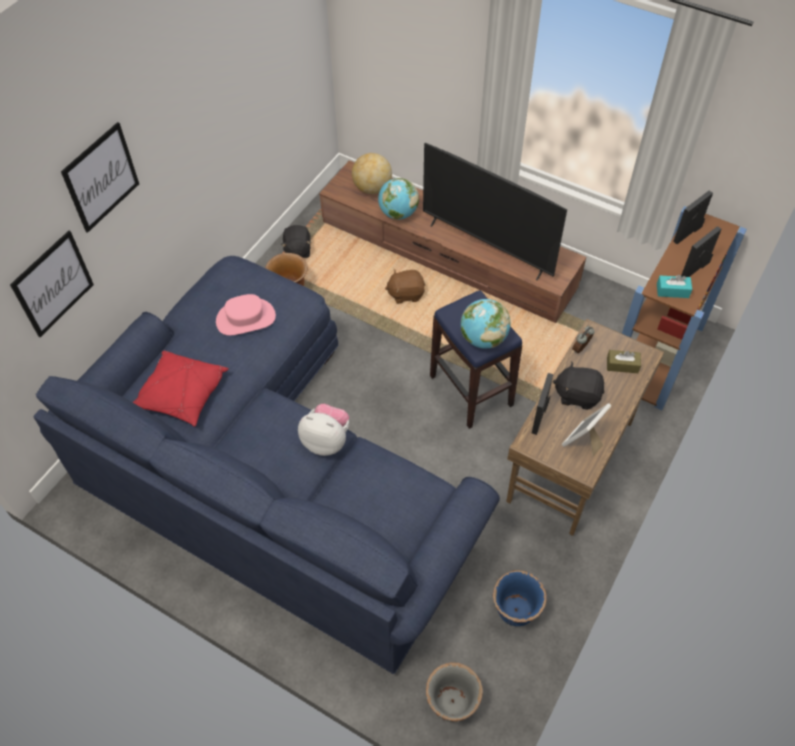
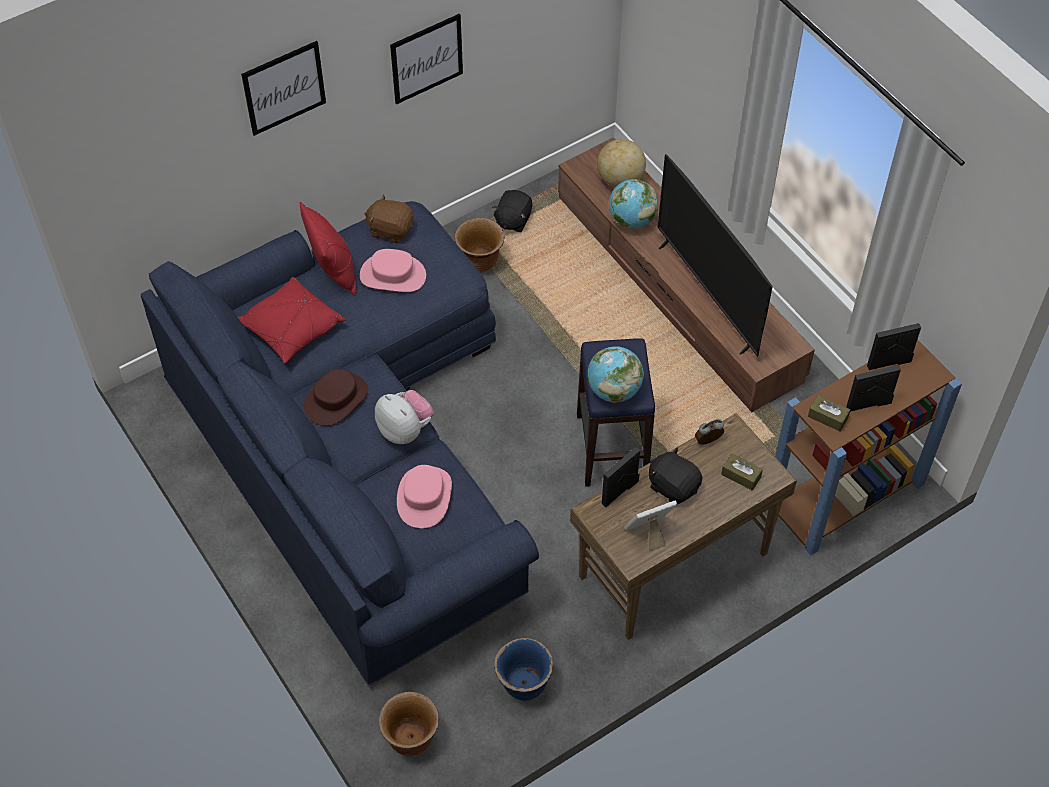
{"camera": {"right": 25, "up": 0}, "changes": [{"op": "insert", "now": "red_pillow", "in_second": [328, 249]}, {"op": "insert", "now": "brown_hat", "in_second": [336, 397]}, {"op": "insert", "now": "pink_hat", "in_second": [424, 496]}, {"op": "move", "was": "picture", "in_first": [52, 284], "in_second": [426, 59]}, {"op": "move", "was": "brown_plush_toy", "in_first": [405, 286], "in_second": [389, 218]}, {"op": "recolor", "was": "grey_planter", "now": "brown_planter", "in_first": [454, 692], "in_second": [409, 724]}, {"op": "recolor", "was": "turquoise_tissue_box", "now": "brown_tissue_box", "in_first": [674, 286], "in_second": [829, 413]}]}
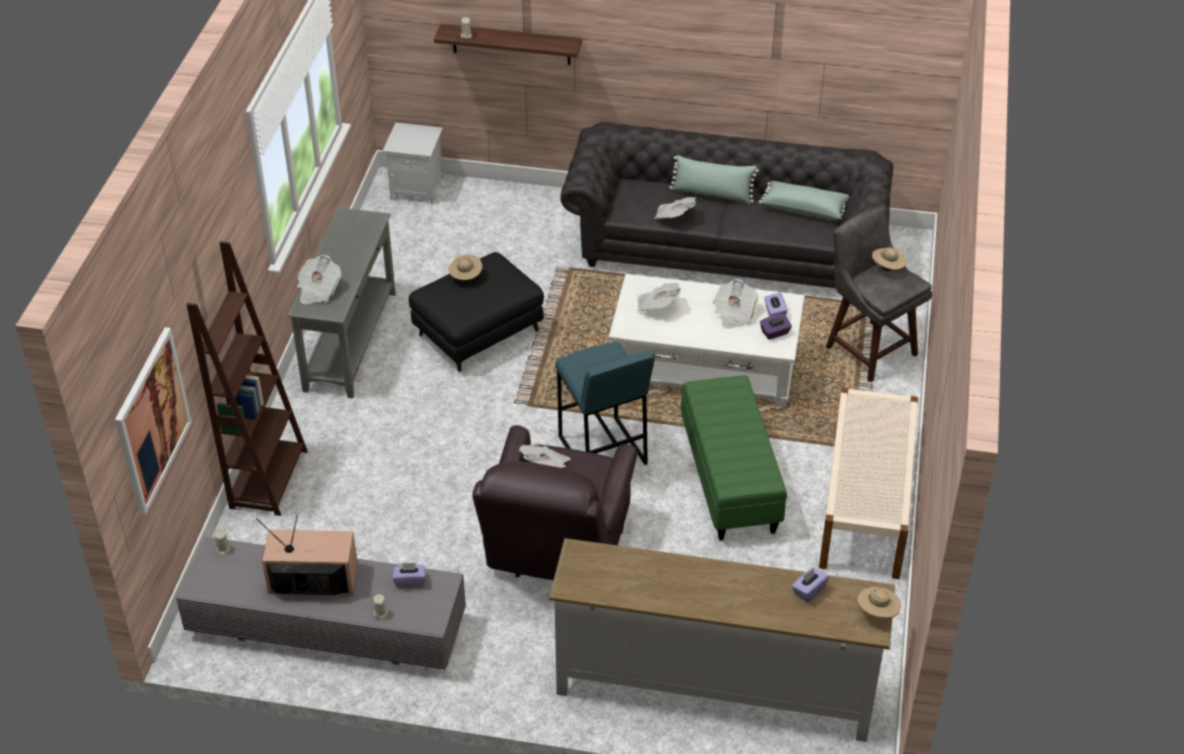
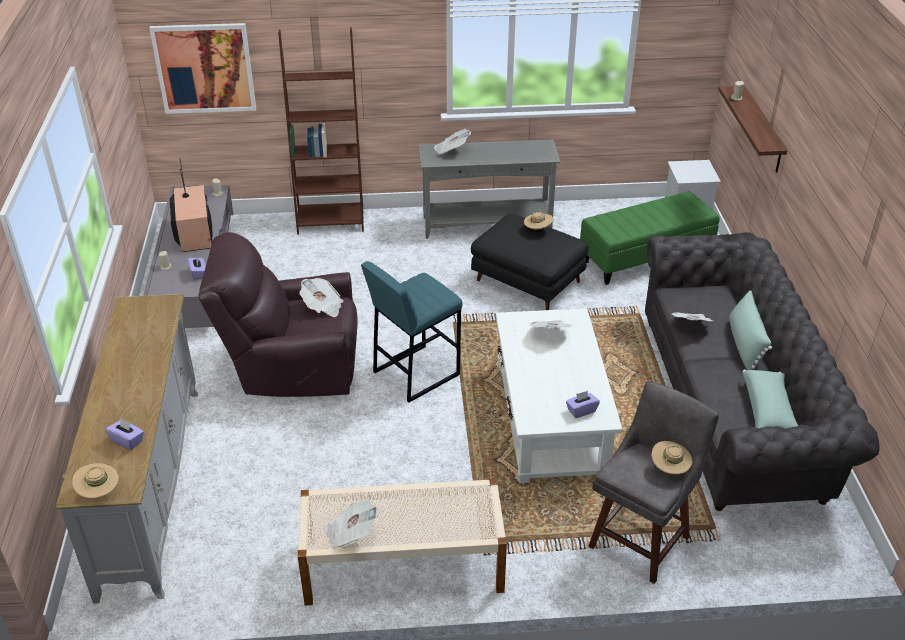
{"camera": {"right": 75, "up": -5}, "changes": [{"op": "delete", "was": "purple_tissue_box", "in_first": [776, 327]}, {"op": "move", "was": "green_ottoman", "in_first": [734, 458], "in_second": [650, 238]}, {"op": "move", "was": "newspaper", "in_first": [735, 304], "in_second": [351, 524]}]}
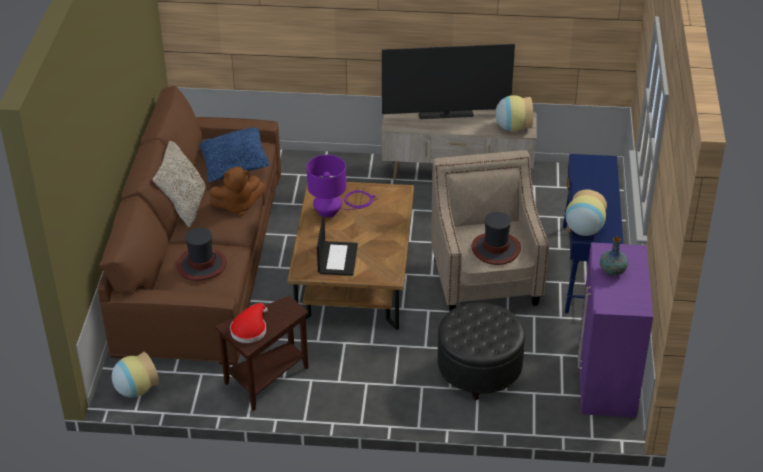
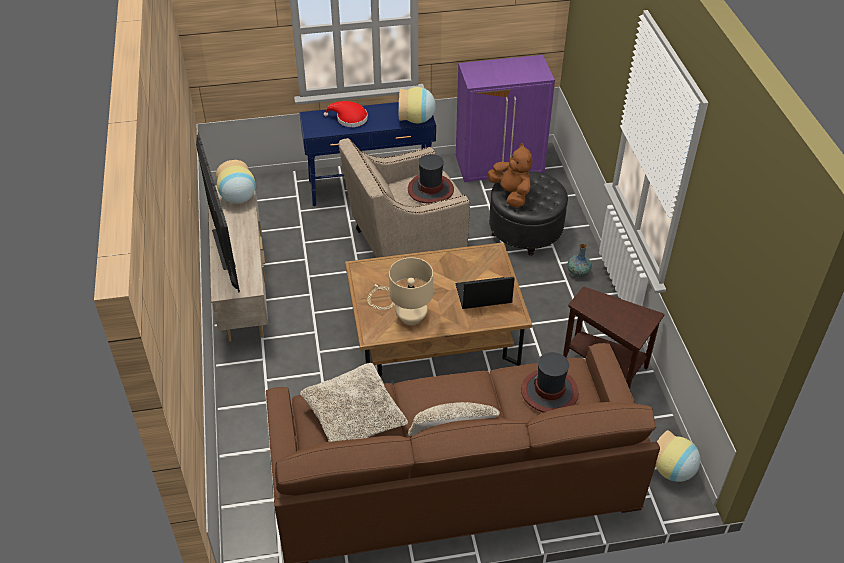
{"camera": {"right": -105, "up": 5}, "changes": [{"op": "move", "was": "brown_plush_toy", "in_first": [237, 191], "in_second": [510, 175]}, {"op": "move", "was": "red_hat", "in_first": [249, 323], "in_second": [346, 114]}, {"op": "move", "was": "vase", "in_first": [614, 256], "in_second": [579, 260]}, {"op": "recolor", "was": "blue_pillow", "now": "beige_pillow", "in_first": [235, 154], "in_second": [354, 402]}, {"op": "recolor", "was": "purple_table_lamp", "now": "beige_table_lamp", "in_first": [341, 186], "in_second": [400, 291]}]}
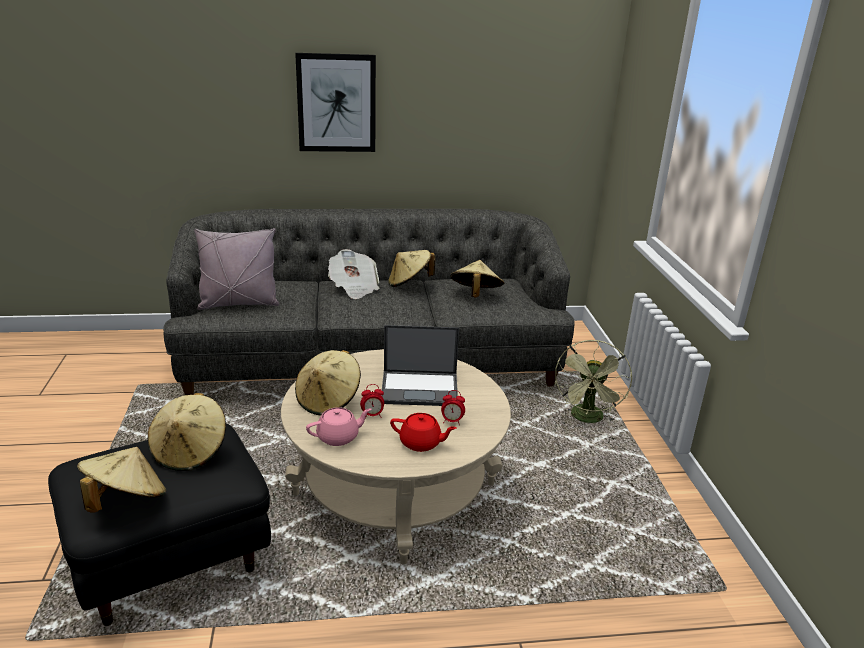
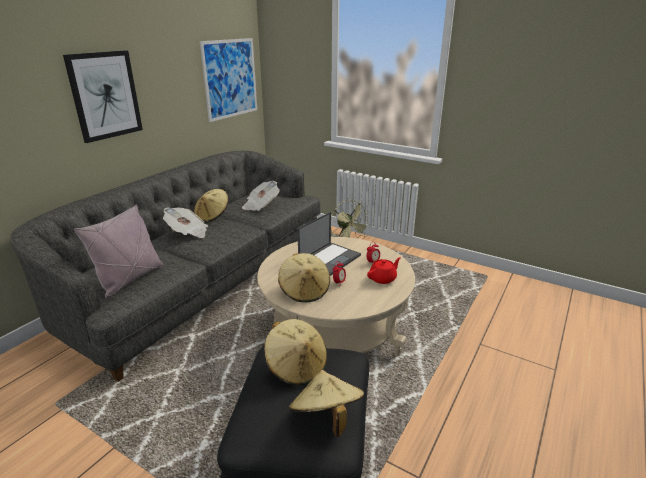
{"camera": {"right": -50, "up": 0}, "changes": [{"op": "delete", "was": "pink_teapot", "in_first": [339, 426]}, {"op": "insert", "now": "picture", "in_second": [228, 80]}, {"op": "replace", "was": "beige_hat", "now": "newspaper", "in_first": [477, 279], "in_second": [261, 196]}]}
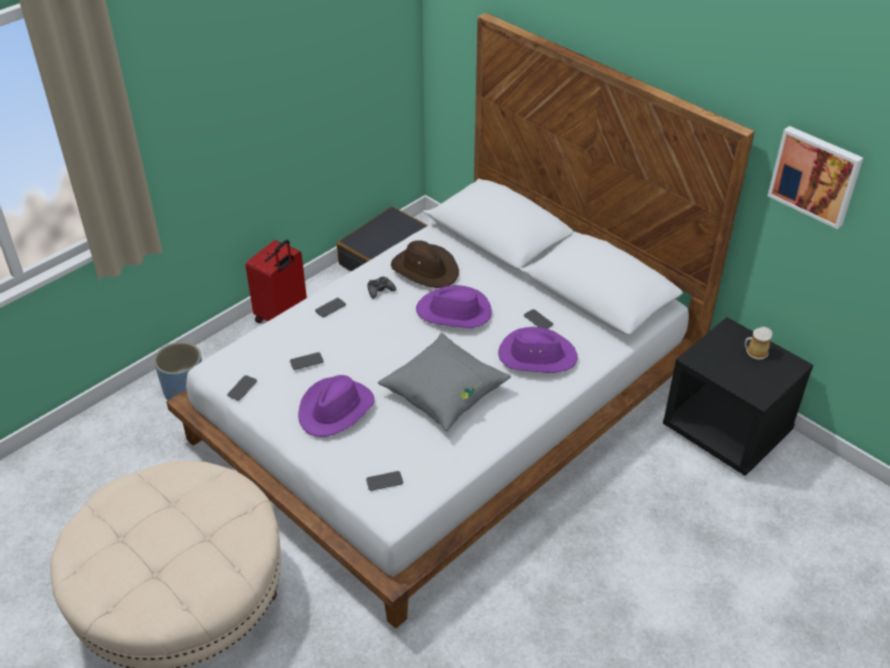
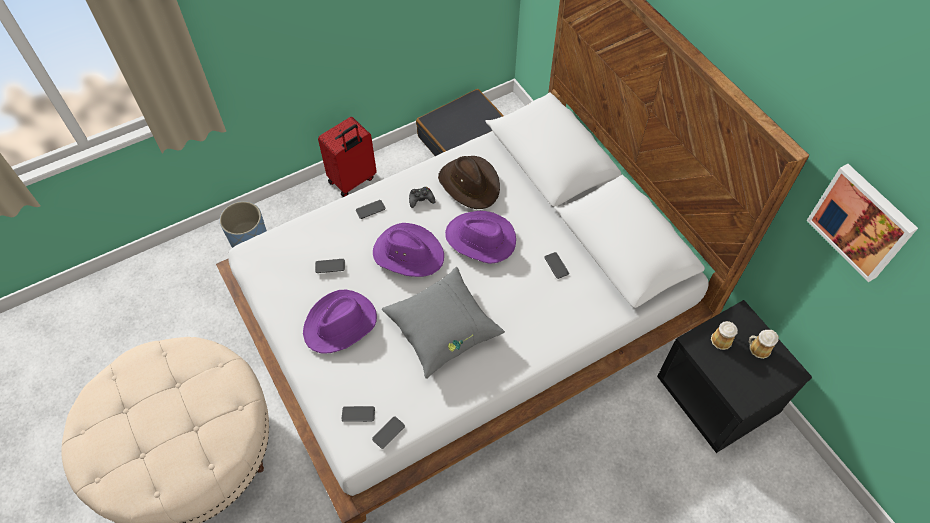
{"camera": {"right": 15, "up": 15}, "changes": [{"op": "insert", "now": "mug", "in_second": [724, 335]}, {"op": "move", "was": "phone", "in_first": [242, 387], "in_second": [388, 432]}, {"op": "move", "was": "purple_hat", "in_first": [538, 350], "in_second": [408, 250]}]}
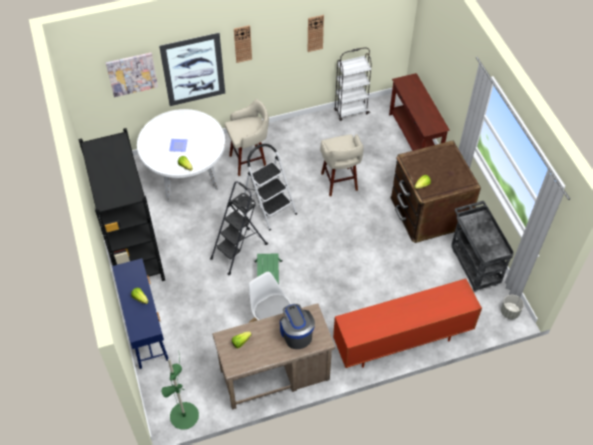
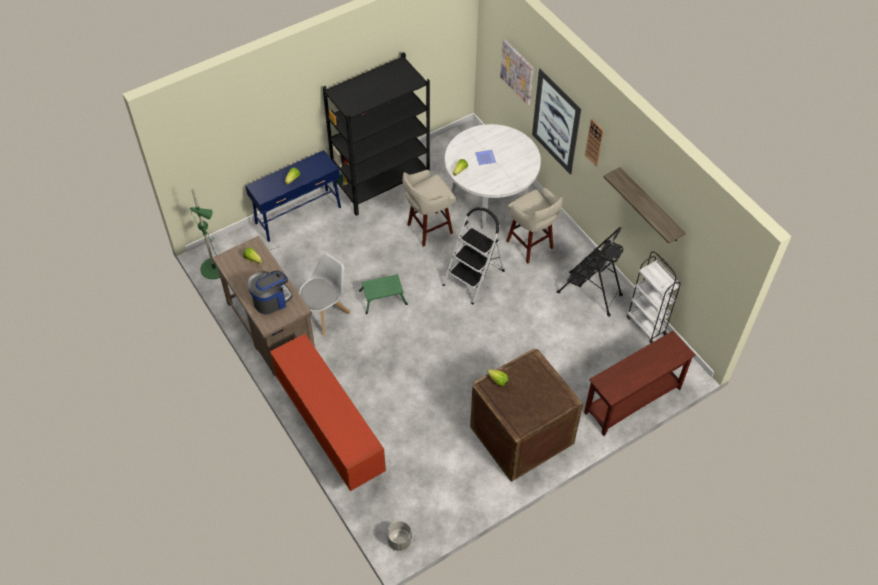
{"camera": {"right": 75, "up": 0}, "changes": [{"op": "delete", "was": "black_cart", "in_first": [482, 246]}, {"op": "move", "was": "step_ladder", "in_first": [239, 228], "in_second": [590, 272]}, {"op": "move", "was": "beige_stool", "in_first": [342, 165], "in_second": [429, 208]}, {"op": "replace", "was": "wall_clock", "now": "shelf", "in_first": [316, 33], "in_second": [645, 205]}]}
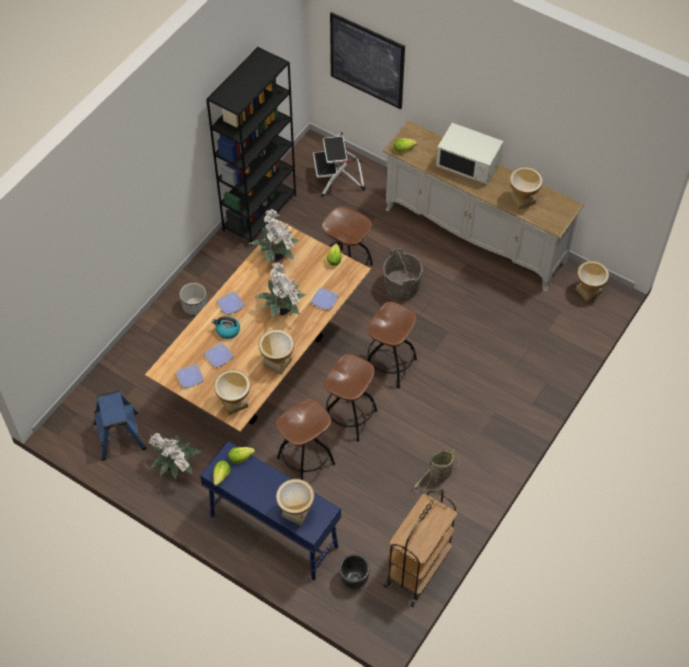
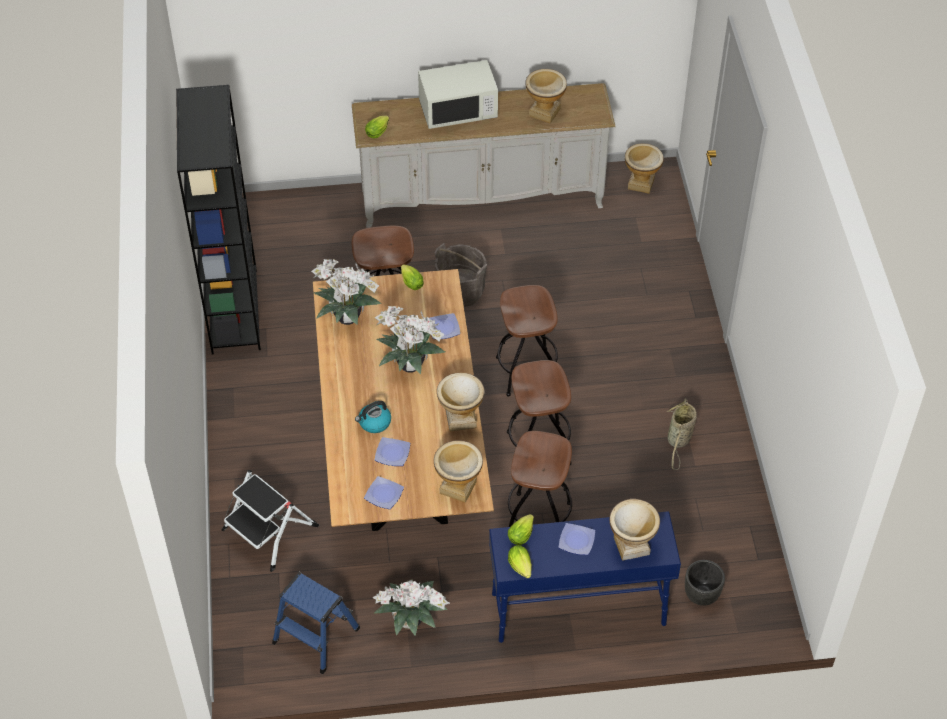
{"camera": {"right": -40, "up": -5}, "changes": [{"op": "delete", "was": "planter", "in_first": [193, 299]}, {"op": "delete", "was": "picture", "in_first": [367, 60]}, {"op": "delete", "was": "brown_cart", "in_first": [420, 548]}, {"op": "move", "was": "plate", "in_first": [230, 303], "in_second": [577, 539]}, {"op": "move", "was": "step_ladder", "in_first": [339, 164], "in_second": [270, 521]}]}
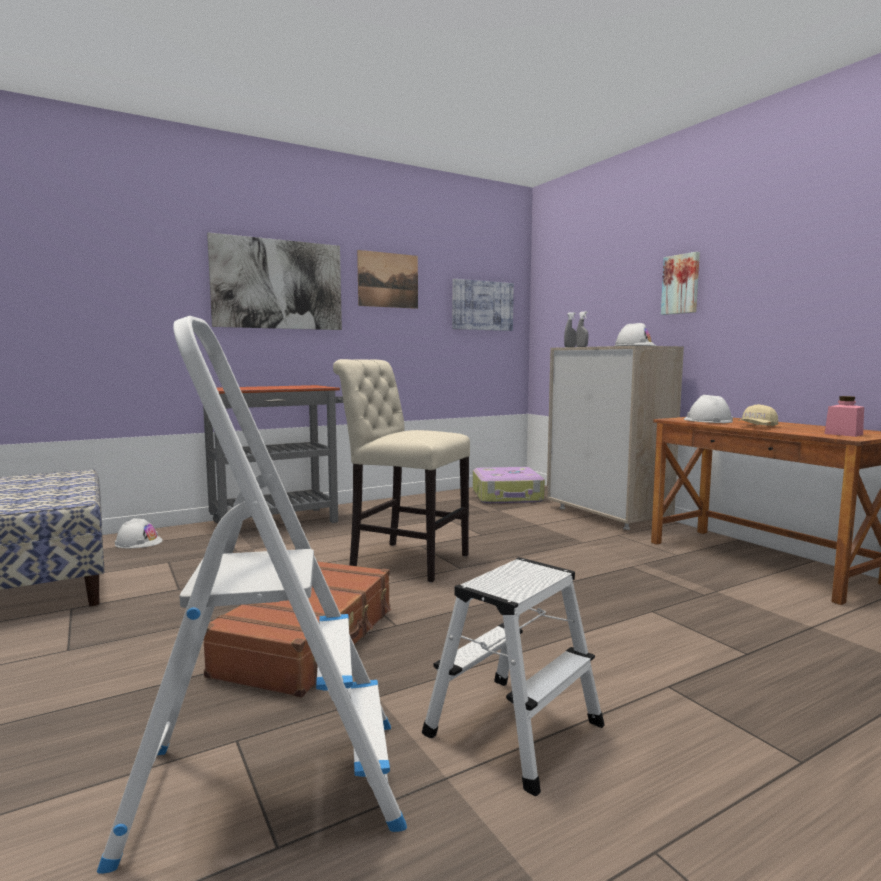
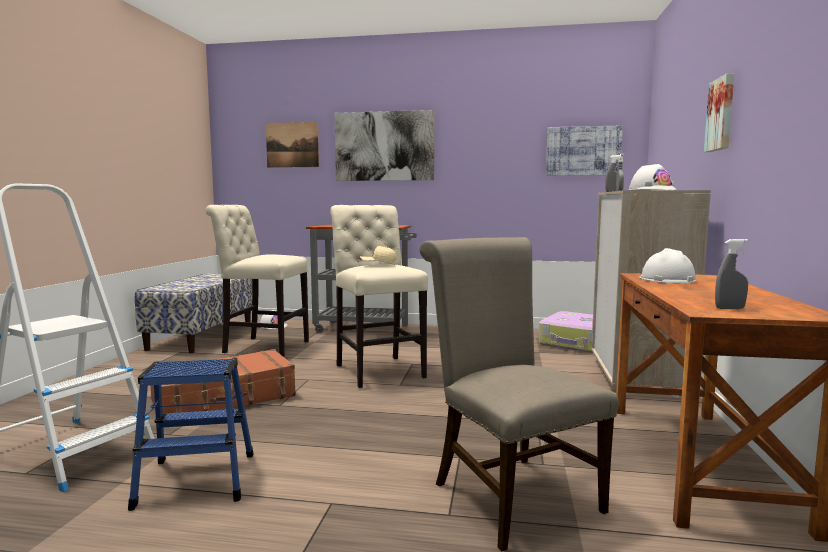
{"camera": {"right": 40, "up": 0}, "changes": [{"op": "insert", "now": "beige_stool", "in_second": [257, 281]}, {"op": "insert", "now": "beige_chair", "in_second": [519, 394]}, {"op": "move", "was": "picture", "in_first": [387, 279], "in_second": [292, 145]}, {"op": "move", "was": "beige_cap", "in_first": [758, 415], "in_second": [378, 255]}, {"op": "replace", "was": "pink_jar", "now": "grey_spray_bottle", "in_first": [844, 416], "in_second": [731, 274]}, {"op": "recolor", "was": "white_step_ladder", "now": "blue_step_ladder", "in_first": [513, 676], "in_second": [191, 434]}]}
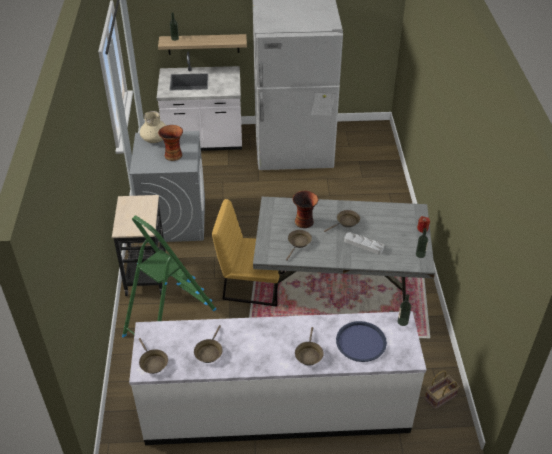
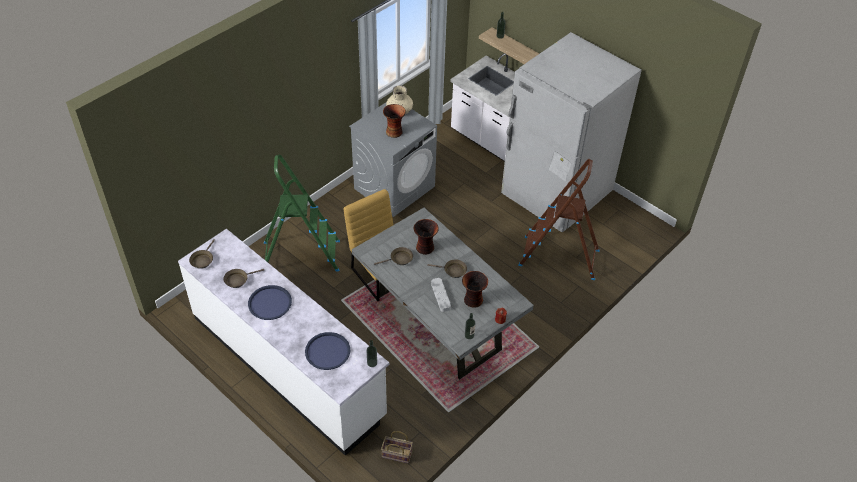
{"camera": {"right": 45, "up": 5}, "changes": [{"op": "delete", "was": "cart", "in_first": [139, 245]}, {"op": "delete", "was": "brown_frying_pan", "in_first": [309, 346]}, {"op": "insert", "now": "blue_tray", "in_second": [270, 302]}, {"op": "insert", "now": "vase", "in_second": [475, 289]}, {"op": "insert", "now": "brown_step_ladder", "in_second": [559, 219]}]}
